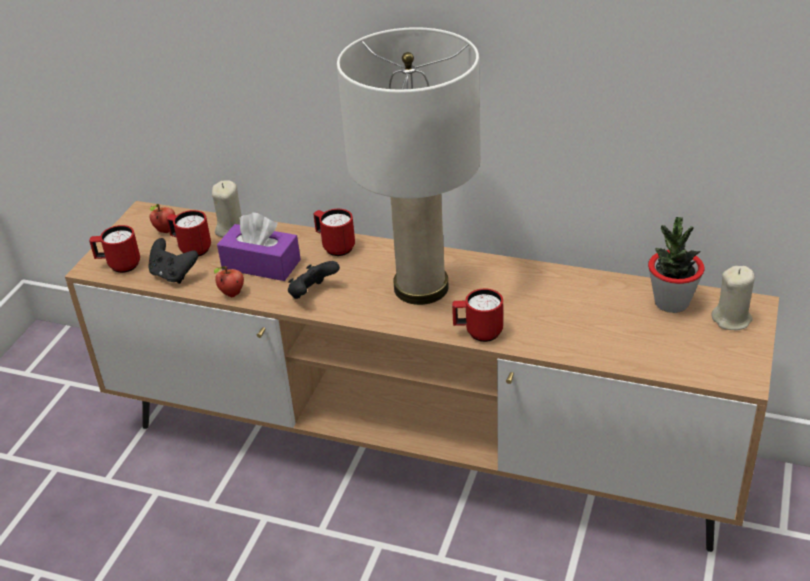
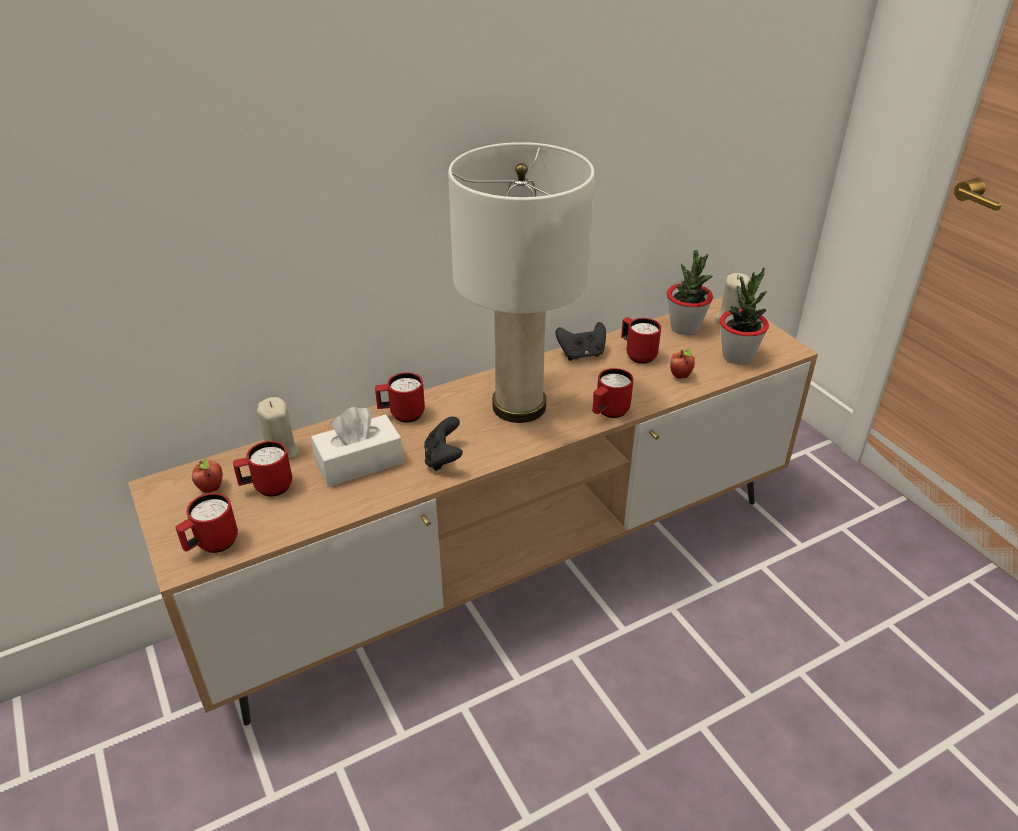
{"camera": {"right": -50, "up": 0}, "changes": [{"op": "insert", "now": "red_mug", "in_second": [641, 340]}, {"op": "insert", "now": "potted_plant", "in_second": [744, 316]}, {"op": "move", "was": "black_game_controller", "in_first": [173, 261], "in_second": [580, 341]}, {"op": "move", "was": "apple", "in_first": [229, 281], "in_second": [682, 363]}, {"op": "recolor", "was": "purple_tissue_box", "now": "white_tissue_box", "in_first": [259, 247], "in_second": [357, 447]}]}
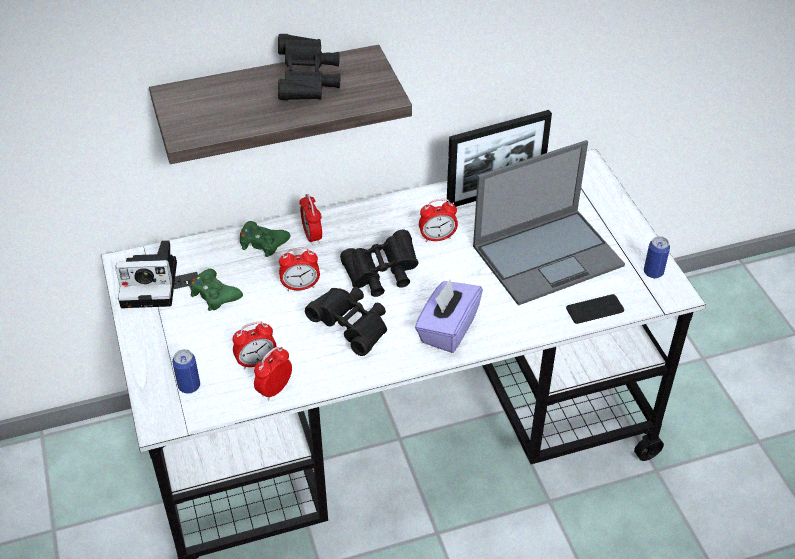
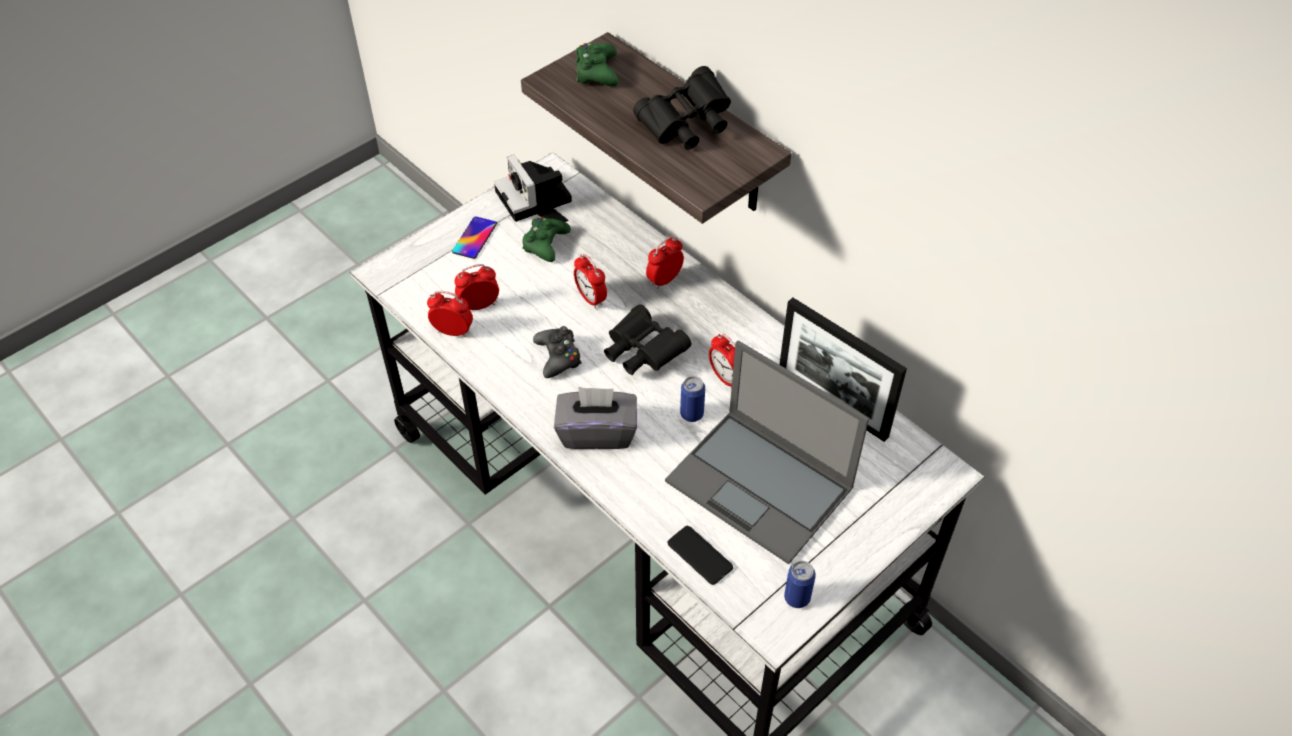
{"camera": {"right": 65, "up": 5}, "changes": [{"op": "insert", "now": "phone", "in_second": [474, 237]}, {"op": "move", "was": "can", "in_first": [186, 371], "in_second": [692, 399]}, {"op": "move", "was": "green_game_controller", "in_first": [265, 239], "in_second": [597, 64]}, {"op": "replace", "was": "black_binoculars", "now": "black_game_controller", "in_first": [346, 321], "in_second": [557, 352]}, {"op": "recolor", "was": "purple_tissue_box", "now": "grey_tissue_box", "in_first": [449, 316], "in_second": [595, 418]}, {"op": "rotate", "was": "alarm_clock", "in_first": [254, 345], "in_second": [477, 287], "clockwise": 120}]}
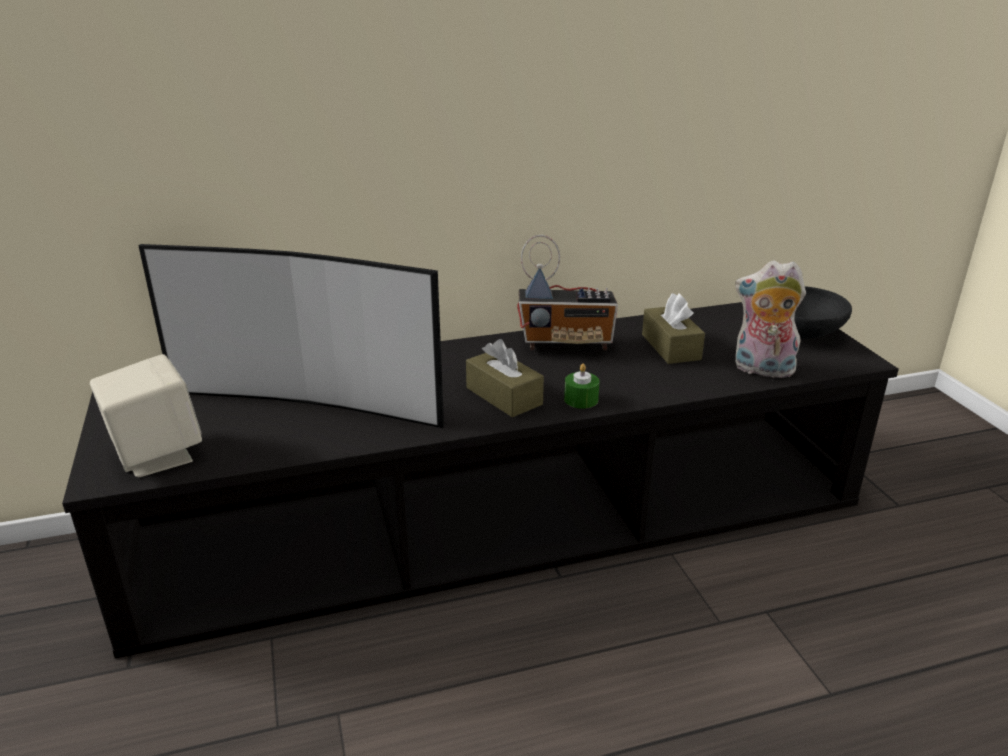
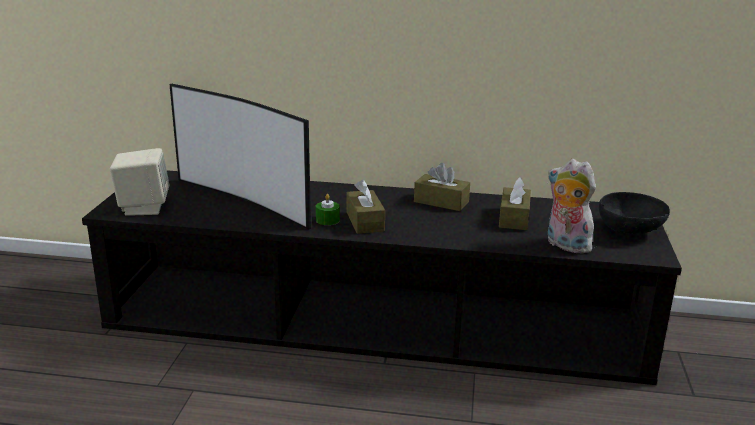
{"camera": {"right": 25, "up": -5}, "changes": [{"op": "move", "was": "green_candle", "in_first": [581, 386], "in_second": [328, 209]}, {"op": "replace", "was": "radio", "now": "brown_tissue_box", "in_first": [567, 292], "in_second": [442, 187]}]}
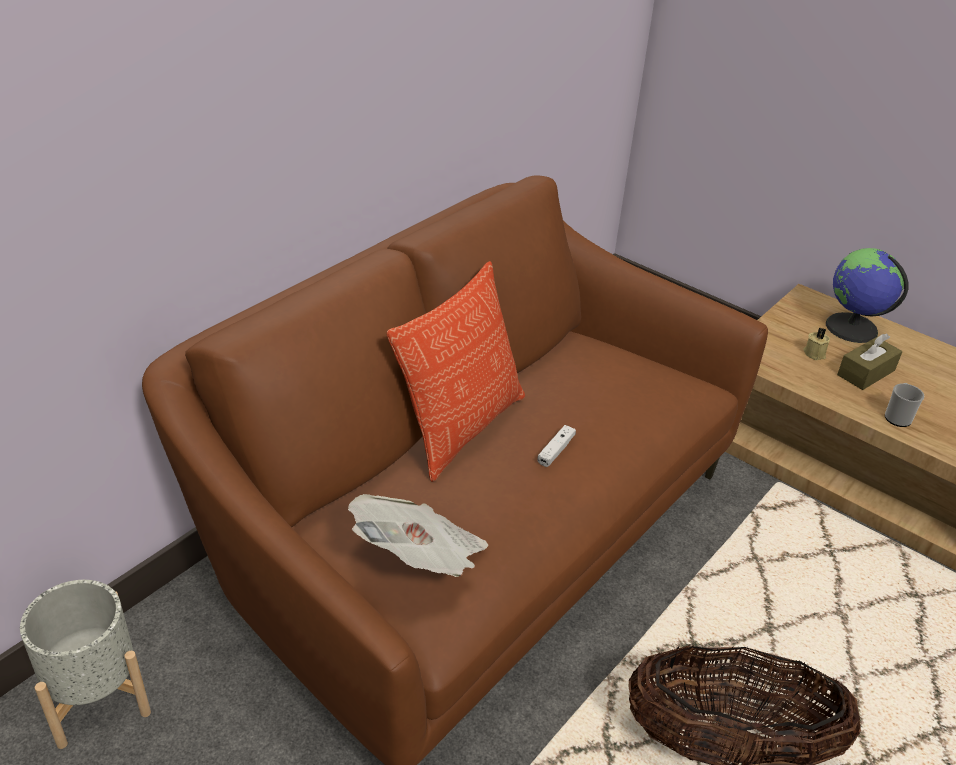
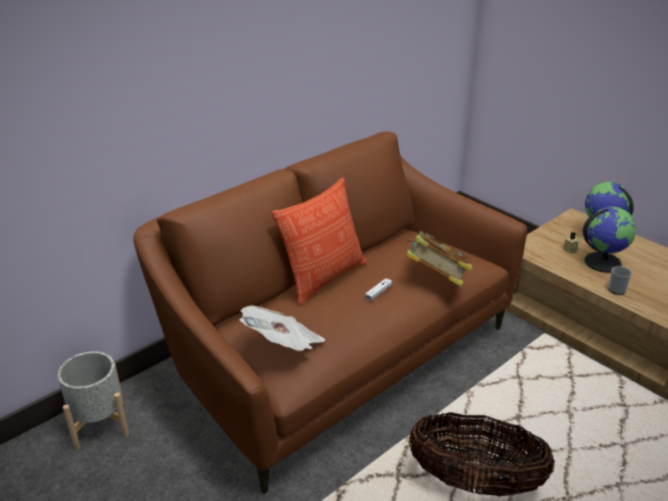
{"camera": {"right": 10, "up": -5}, "changes": [{"op": "insert", "now": "book", "in_second": [439, 259]}, {"op": "replace", "was": "brown_tissue_box", "now": "globe", "in_first": [869, 361], "in_second": [609, 240]}]}
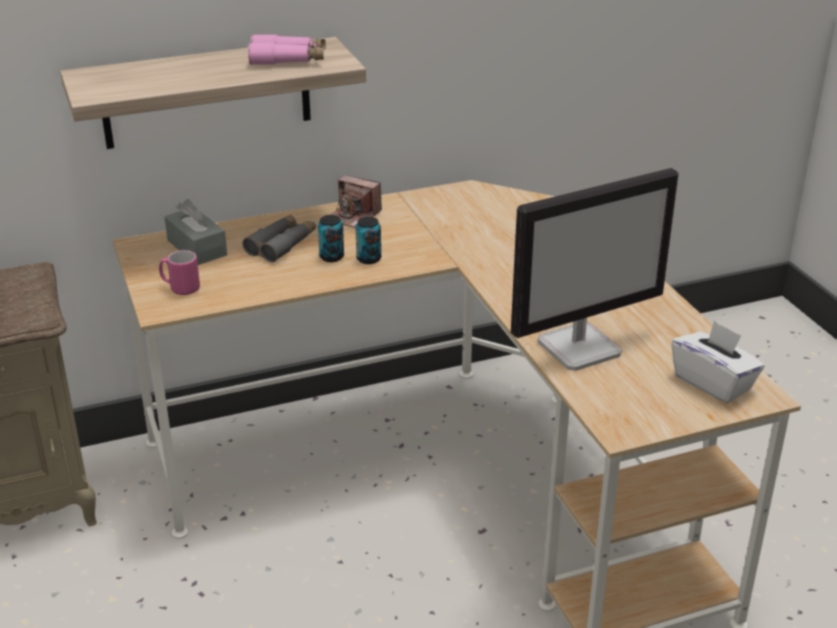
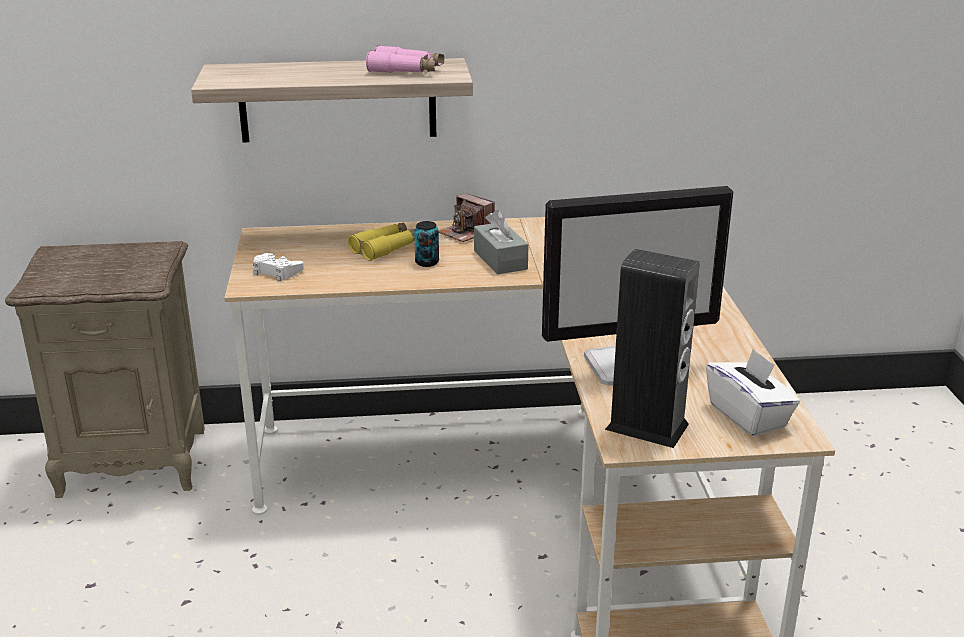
{"camera": {"right": 15, "up": -5}, "changes": [{"op": "delete", "was": "can", "in_first": [368, 240]}, {"op": "insert", "now": "speaker", "in_second": [652, 348]}, {"op": "move", "was": "grey_tissue_box", "in_first": [195, 232], "in_second": [501, 242]}, {"op": "replace", "was": "pink_mug", "now": "white_game_controller", "in_first": [179, 272], "in_second": [278, 267]}, {"op": "recolor", "was": "grey_binoculars", "now": "yellow_binoculars", "in_first": [279, 238], "in_second": [381, 241]}]}
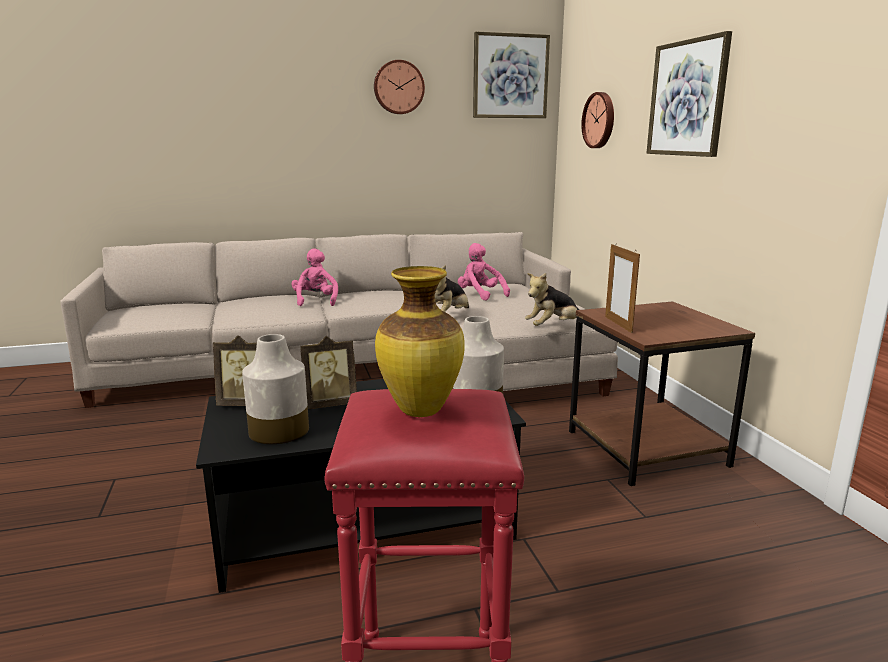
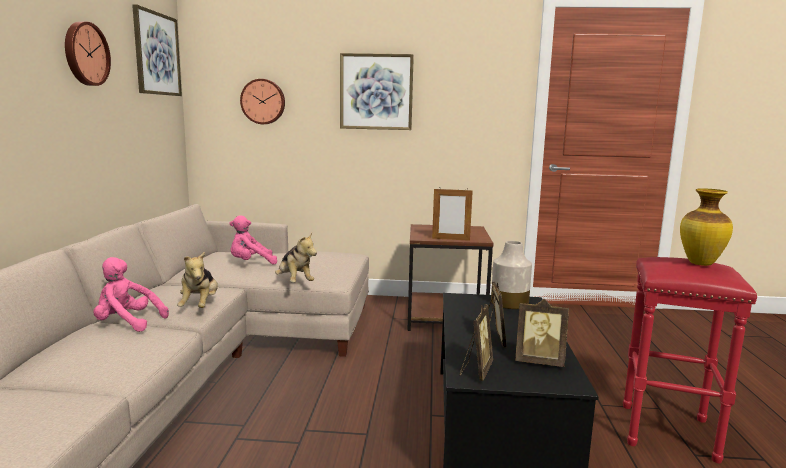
{"camera": {"right": -70, "up": -5}, "changes": [{"op": "move", "was": "plush_toy", "in_first": [552, 299], "in_second": [197, 279]}, {"op": "replace", "was": "beige_vase", "now": "picture_frame", "in_first": [275, 389], "in_second": [542, 333]}]}
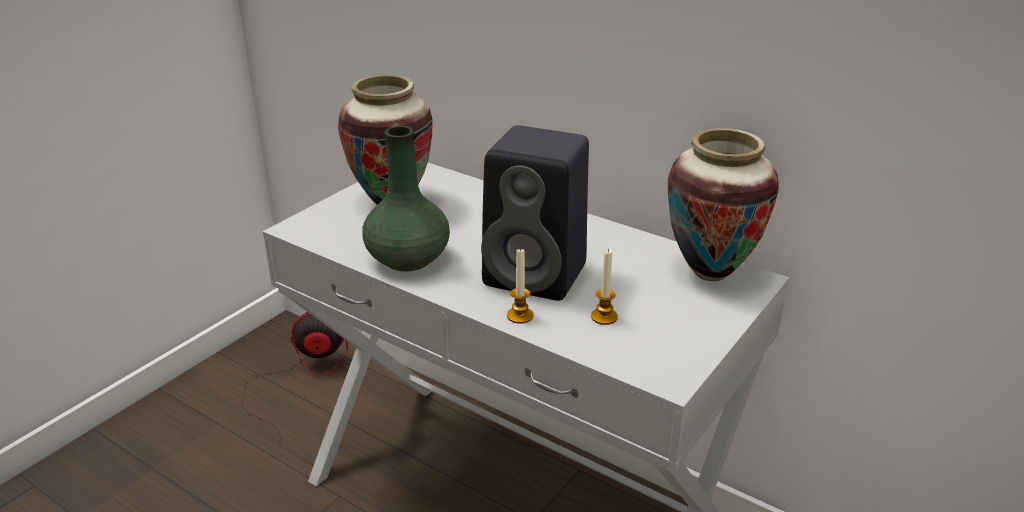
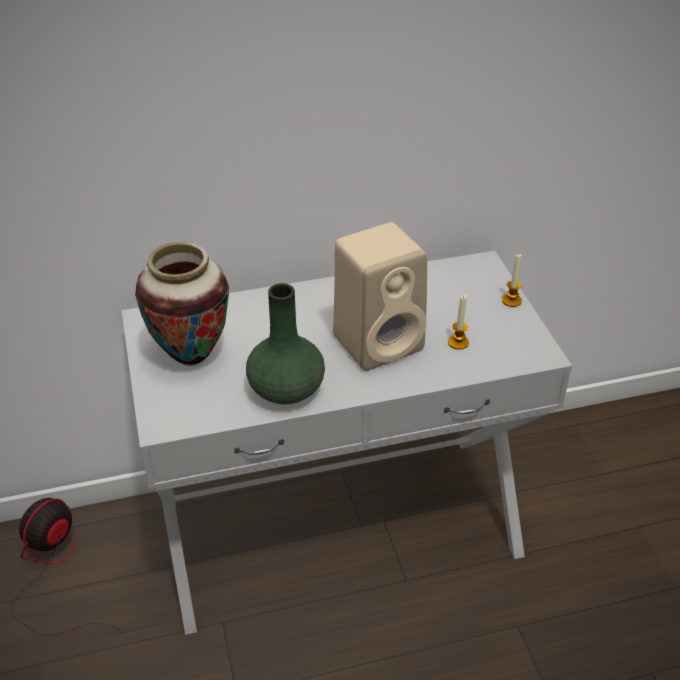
{"camera": {"right": -50, "up": 10}, "changes": [{"op": "delete", "was": "vase", "in_first": [723, 204]}, {"op": "move", "was": "candle", "in_first": [520, 286], "in_second": [512, 280]}, {"op": "recolor", "was": "black_speaker", "now": "beige_speaker", "in_first": [535, 213], "in_second": [380, 296]}]}
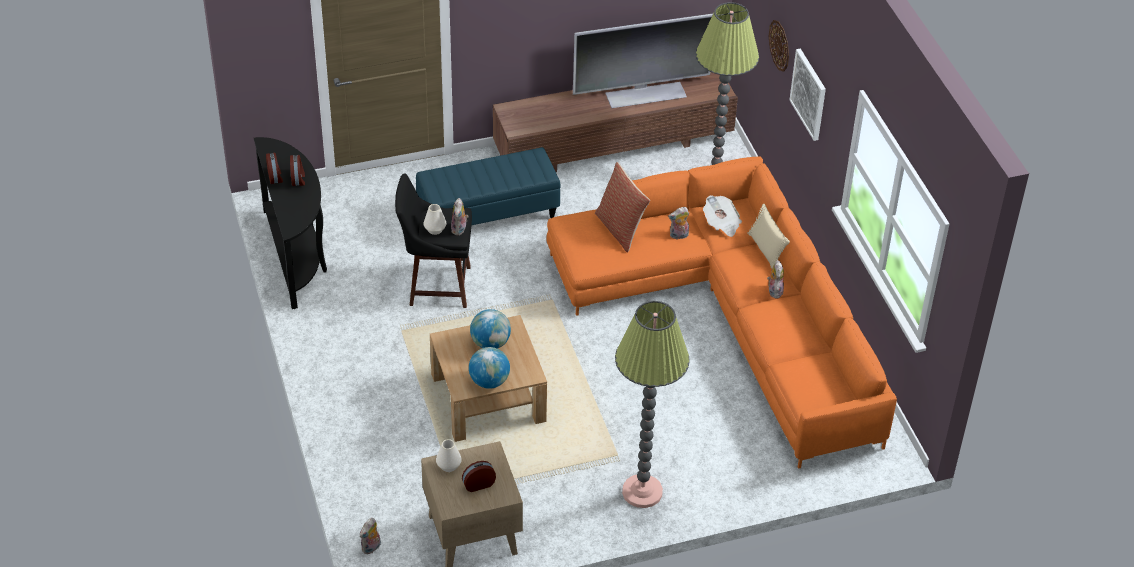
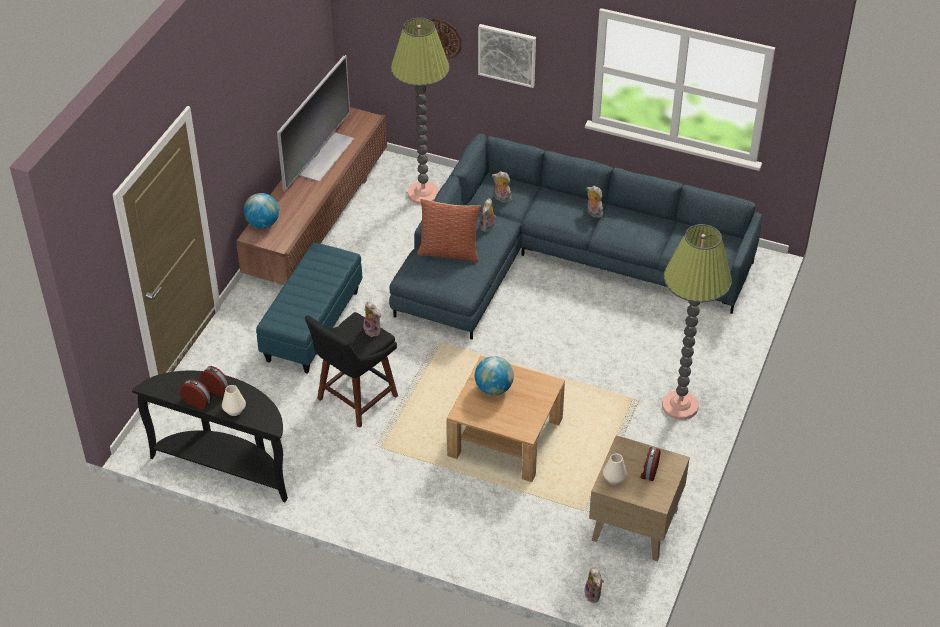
{"camera": {"right": -50, "up": 0}, "changes": [{"op": "delete", "was": "beige_pillow", "in_first": [768, 236]}, {"op": "move", "was": "white_vase", "in_first": [435, 219], "in_second": [234, 400]}, {"op": "move", "was": "globe", "in_first": [489, 368], "in_second": [261, 211]}, {"op": "replace", "was": "newspaper", "now": "plush_toy", "in_first": [722, 216], "in_second": [502, 187]}, {"op": "recolor", "was": "orange_sofa", "now": "blue_sofa", "in_first": [721, 312], "in_second": [575, 236]}]}
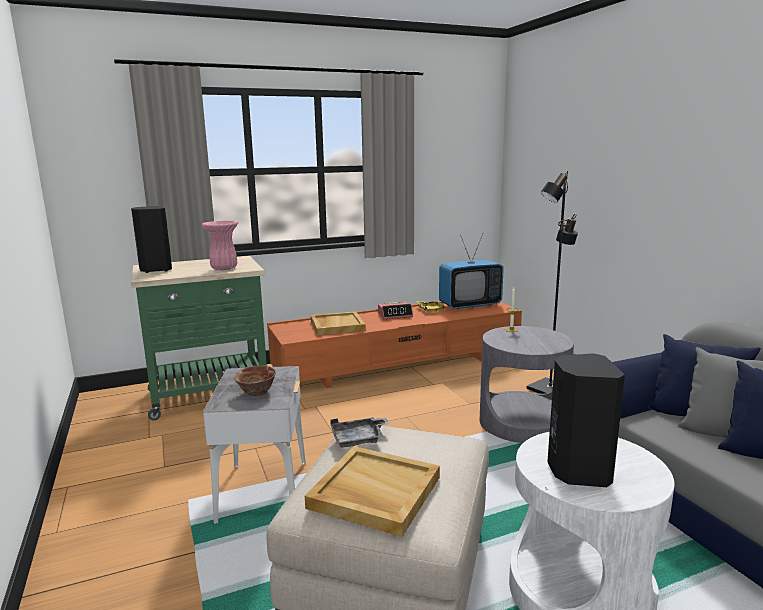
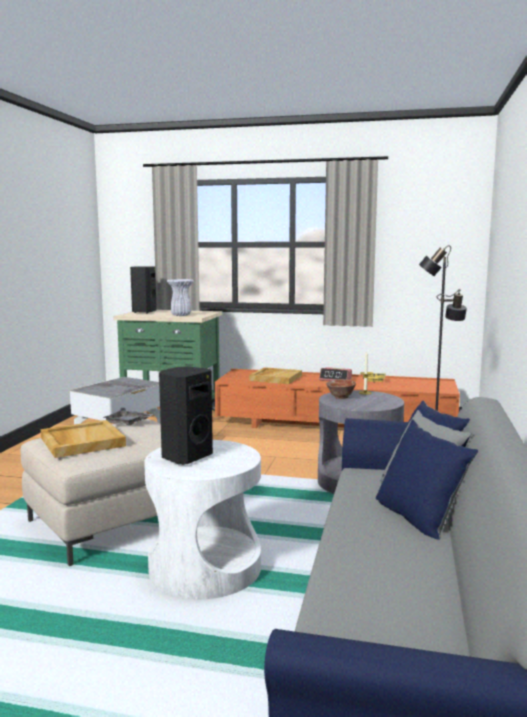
{"camera": {"right": 35, "up": -5}, "changes": [{"op": "delete", "was": "television", "in_first": [471, 271]}, {"op": "move", "was": "bowl", "in_first": [255, 380], "in_second": [341, 389]}, {"op": "recolor", "was": "pink_vase", "now": "white_vase", "in_first": [220, 245], "in_second": [180, 297]}]}
